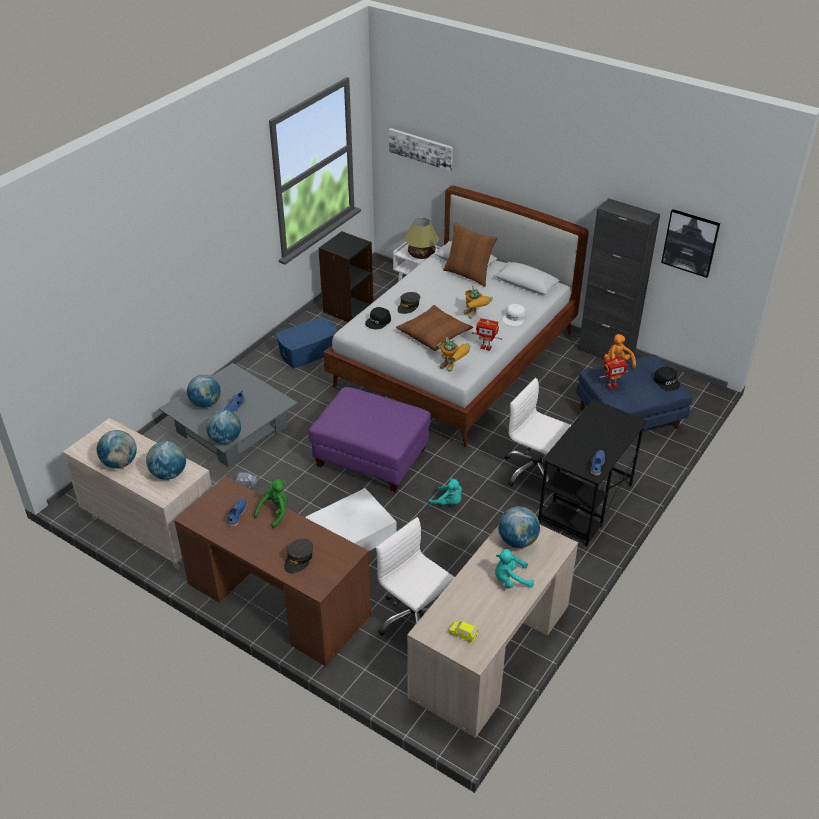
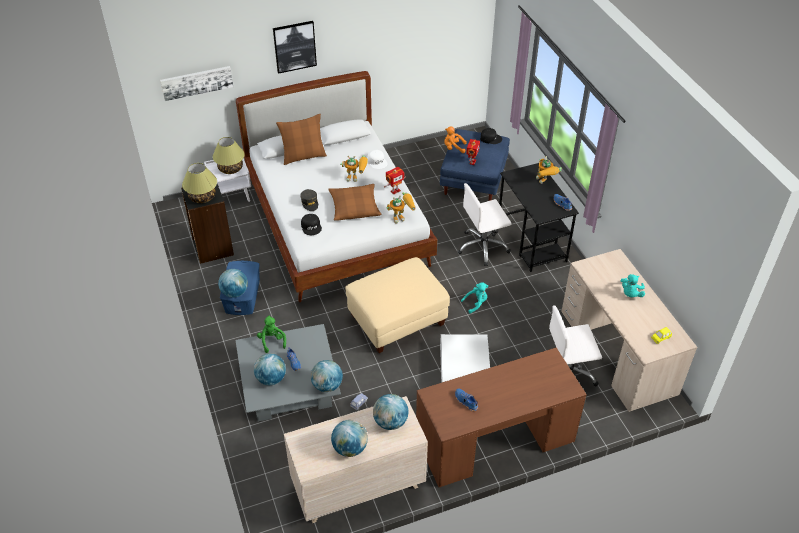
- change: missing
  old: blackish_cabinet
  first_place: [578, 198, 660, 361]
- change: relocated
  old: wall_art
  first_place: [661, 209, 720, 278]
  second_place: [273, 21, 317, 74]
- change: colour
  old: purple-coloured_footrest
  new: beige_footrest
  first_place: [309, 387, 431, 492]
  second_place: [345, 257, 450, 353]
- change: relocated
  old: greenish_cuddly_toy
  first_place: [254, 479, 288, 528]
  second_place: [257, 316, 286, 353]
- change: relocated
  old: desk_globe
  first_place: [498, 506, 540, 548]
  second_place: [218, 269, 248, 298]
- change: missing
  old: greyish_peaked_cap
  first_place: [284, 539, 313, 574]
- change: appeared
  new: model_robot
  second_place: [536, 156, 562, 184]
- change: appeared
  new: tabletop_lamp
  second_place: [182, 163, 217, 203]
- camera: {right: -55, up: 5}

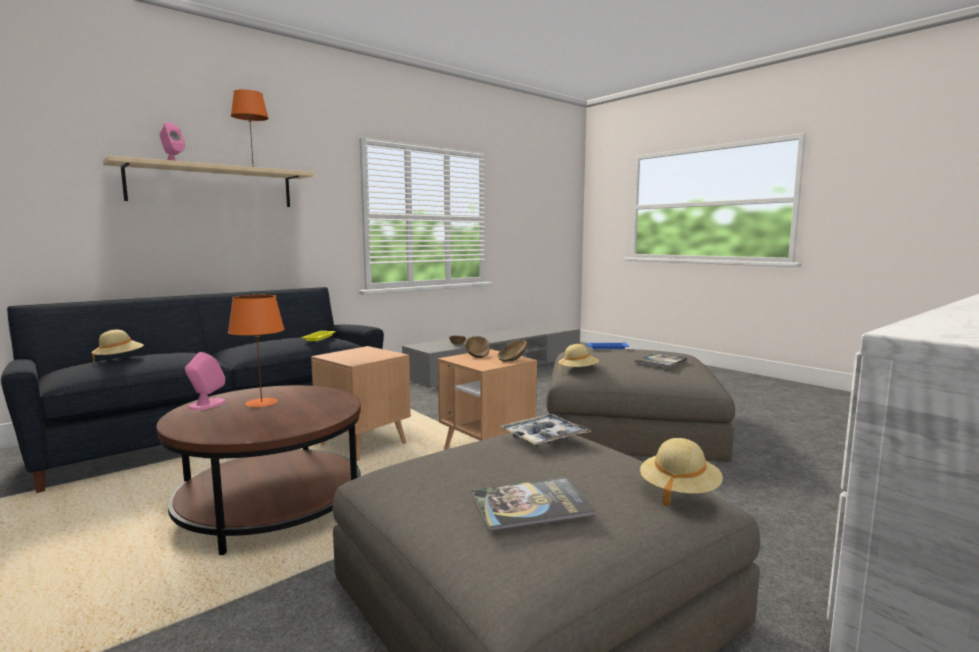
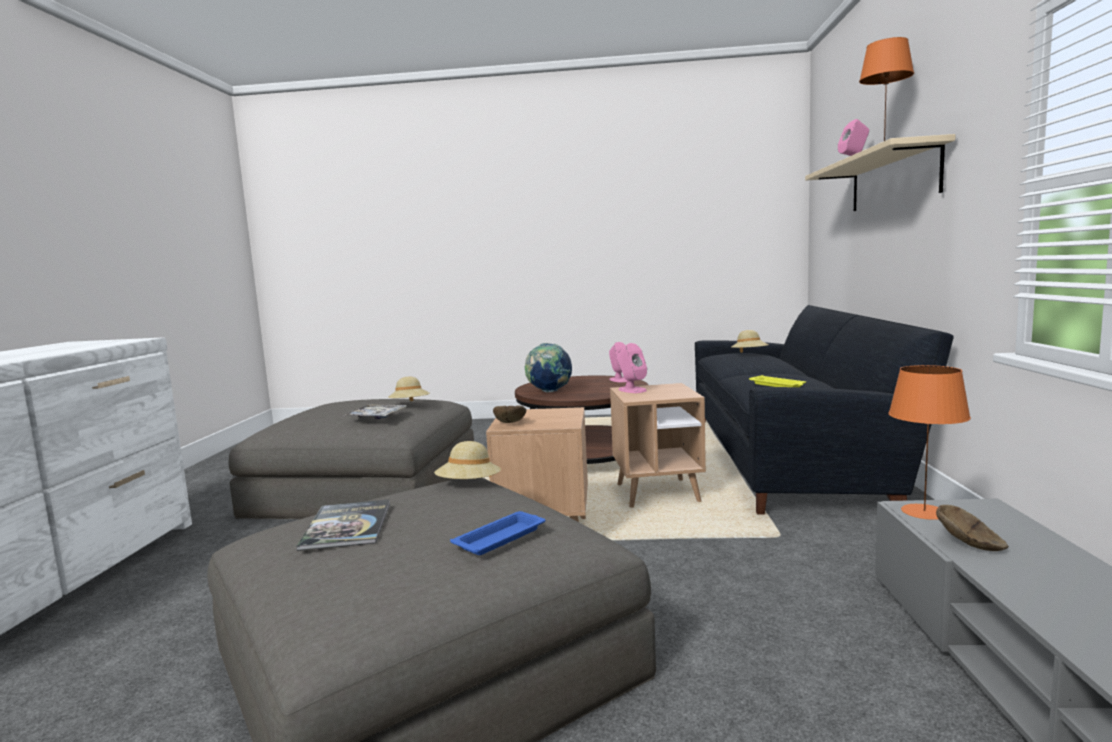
- change: relocated
  old: orangey_tabletop_lamp
  first_place: [228, 295, 285, 407]
  second_place: [888, 365, 971, 520]
- change: missing
  old: brownish_deep_dish
  first_place: [465, 336, 490, 358]
- change: relocated
  old: beige_wearable_hat
  first_place: [640, 438, 723, 507]
  second_place: [388, 377, 430, 401]
- change: missing
  old: volume
  first_place: [472, 477, 596, 532]
- change: appeared
  new: desk_globe
  second_place: [525, 343, 572, 392]
- change: appeared
  new: pinkish_speaker
  second_place: [618, 343, 647, 393]
- camera: {right: 135, up: 0}

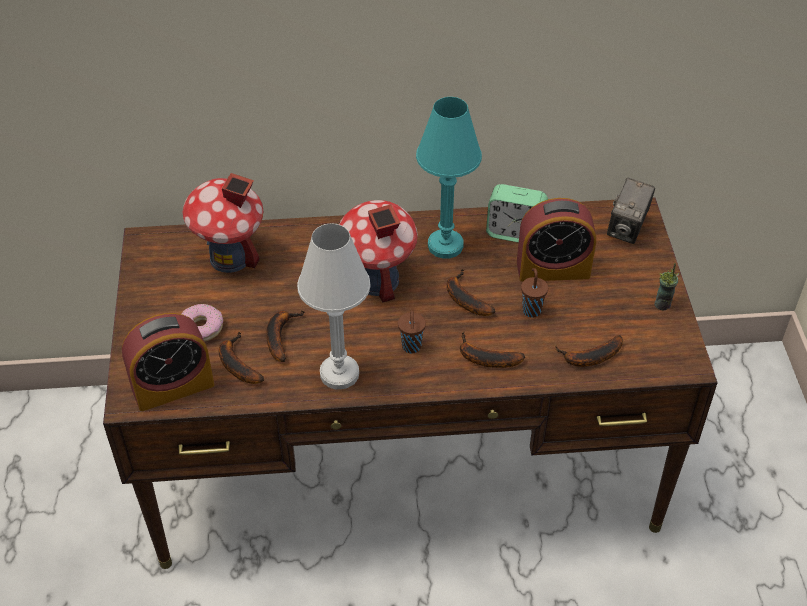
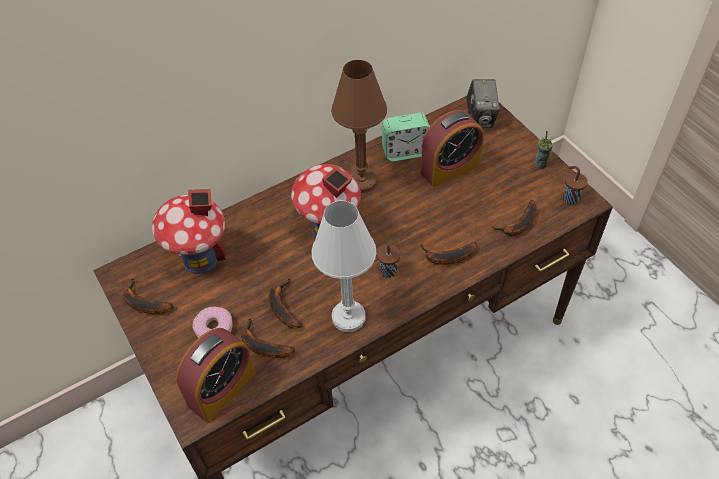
- change: colour
  old: blue-green_tabletop_lamp
  new: brownish_tabletop_lamp
  first_place: [416, 97, 482, 259]
  second_place: [331, 60, 387, 193]
- change: relocated
  old: brownish_small_cup
  first_place: [521, 268, 548, 318]
  second_place: [563, 166, 588, 205]
- change: relocated
  old: banana
  first_place: [447, 269, 495, 316]
  second_place: [123, 278, 174, 314]
- camera: {right: -25, up: 5}

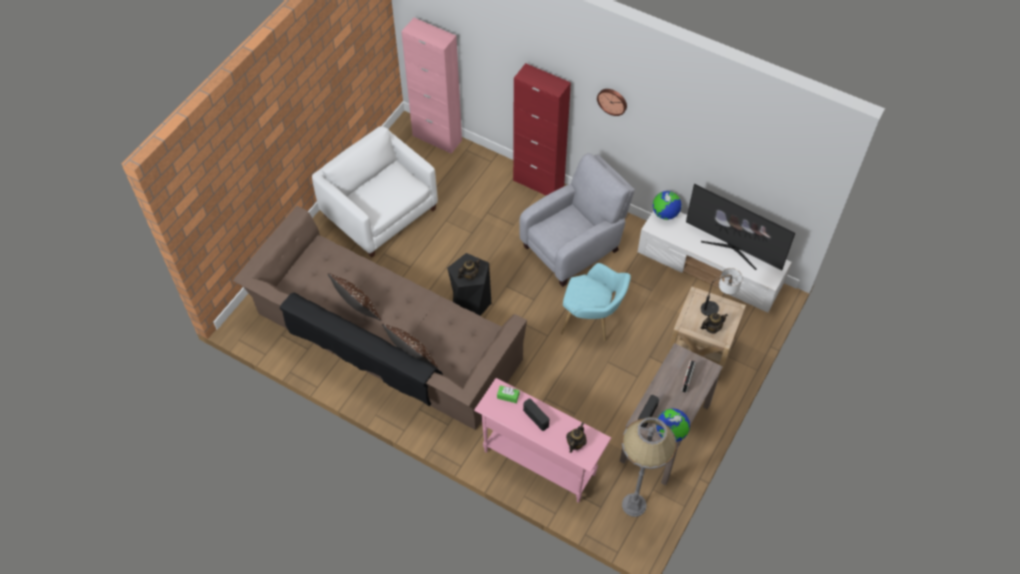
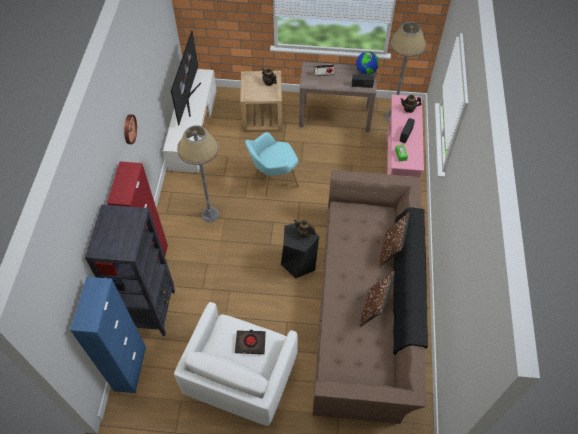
- change: colour
  old: pinkish_cabinet
  new: bluish_cabinet
  first_place: [401, 18, 462, 154]
  second_place: [70, 277, 146, 393]
- change: exchanged
  old: greyish_lounge_chair
  new: greyish_standing_lamp
  first_place: [519, 153, 635, 287]
  second_place: [177, 125, 219, 222]
- change: missing
  old: desk_globe
  first_place: [653, 191, 681, 220]
- change: spun
  old: blue-green_lounge_chair
  first_place: [561, 263, 631, 341]
  second_place: [245, 132, 299, 197]
  degrees: -105
- change: missing
  old: tabletop_lamp
  first_place: [701, 268, 742, 316]
- change: appeared
  new: blackish_bookshelf
  second_place: [85, 204, 175, 336]
- change: appeared
  new: blackish_volume
  second_place: [235, 330, 266, 354]
- camera: {right: -115, up: 0}

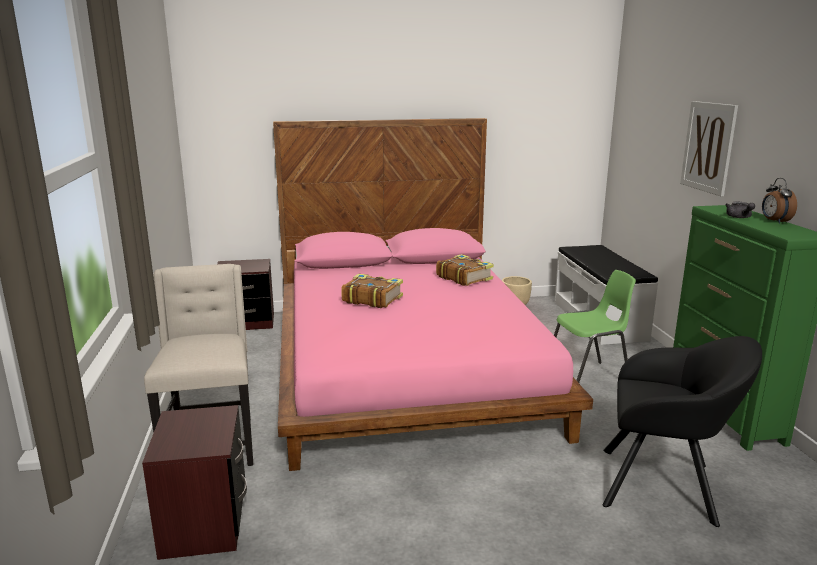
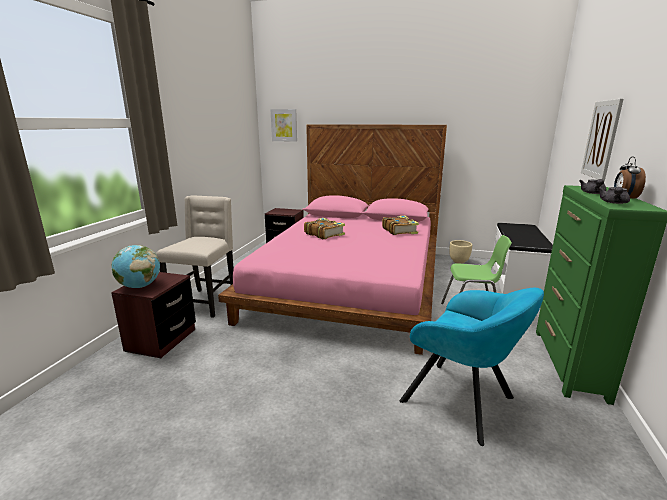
- change: colour
  old: blackish_lounge_chair
  new: blue-green_lounge_chair
  first_place: [603, 336, 762, 527]
  second_place: [400, 288, 544, 446]
- change: appeared
  new: wall_art
  second_place: [270, 109, 297, 142]
- change: appeared
  new: greyish_teapot
  second_place: [597, 187, 630, 204]
- change: appeared
  new: desk_globe
  second_place: [112, 245, 160, 288]
- camera: {right: 25, up: 0}

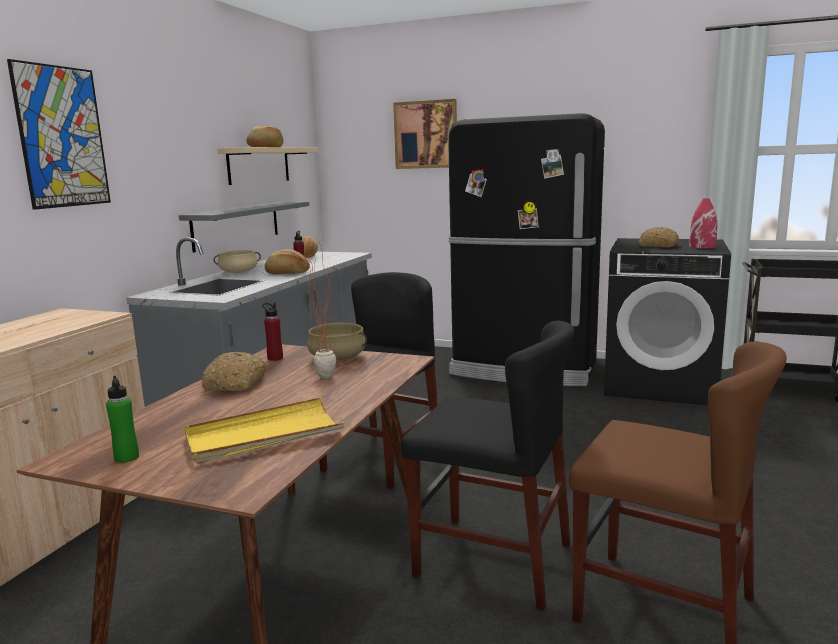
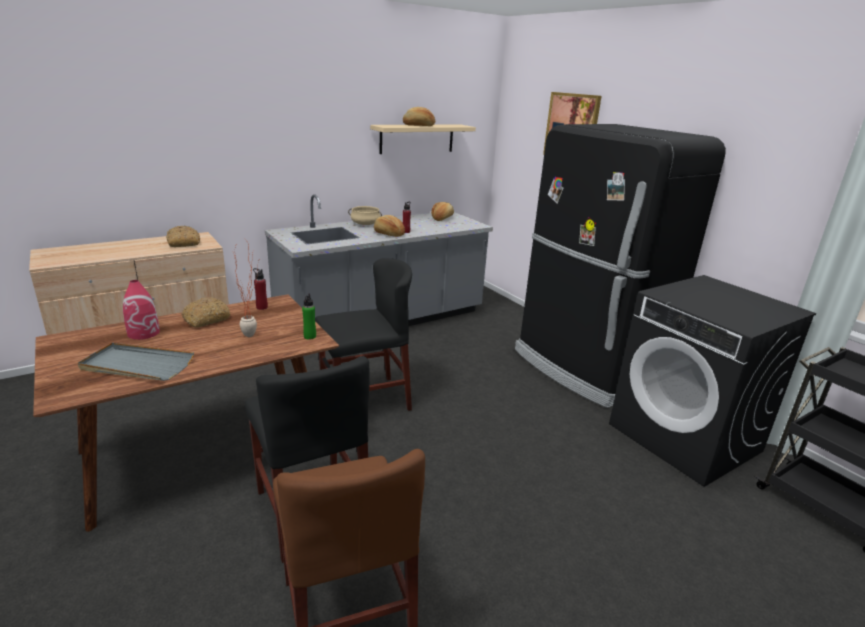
- change: missing
  old: wall_art
  first_place: [7, 59, 111, 210]
- change: relocated
  old: red-coloured_flower_vase
  first_place: [689, 198, 717, 248]
  second_place: [123, 280, 160, 340]
- change: missing
  old: greyish_shelf
  first_place: [179, 202, 309, 252]
- change: relocated
  old: bread
  first_place: [638, 227, 679, 248]
  second_place: [166, 226, 200, 247]
- change: missing
  old: beige_saucepot
  first_place: [307, 323, 367, 361]
- change: relocated
  old: greenish_drink_bottle
  first_place: [106, 376, 139, 463]
  second_place: [302, 294, 316, 340]
- change: colour
  old: yellow_serving_tray
  new: greyish_serving_tray
  first_place: [184, 397, 344, 464]
  second_place: [78, 343, 194, 381]
- camera: {right: 35, up: 10}

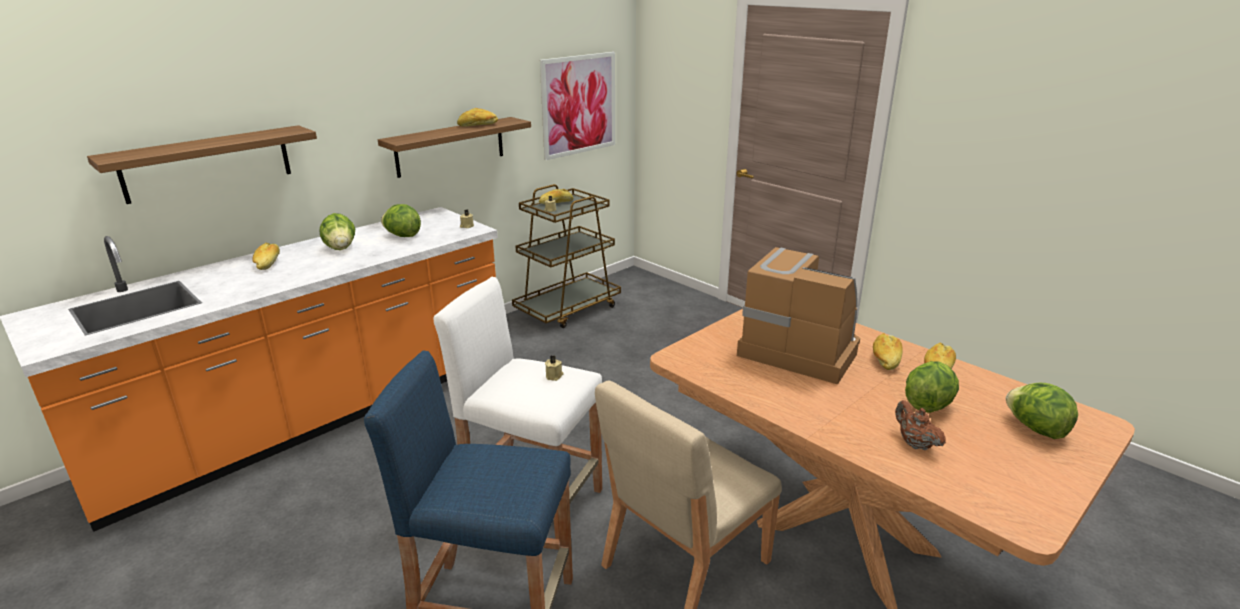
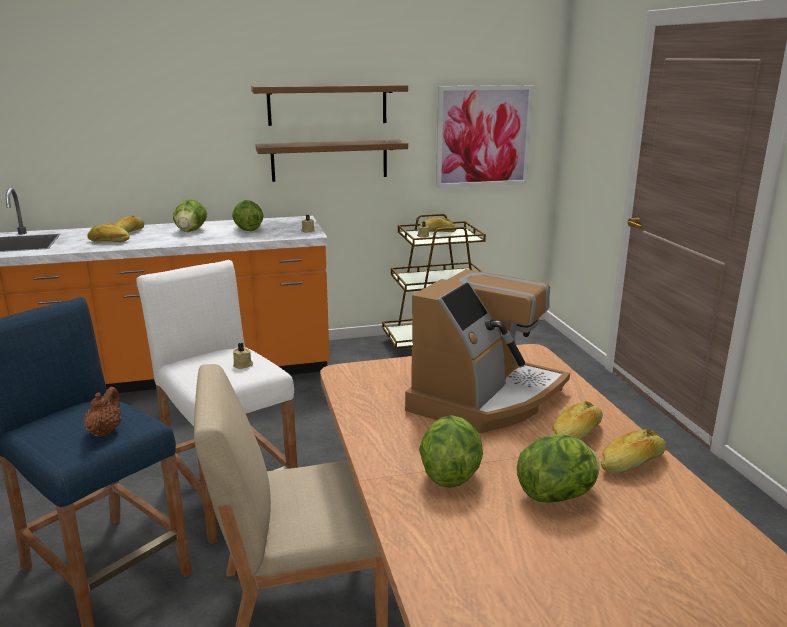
- change: relocated
  old: bread
  first_place: [457, 108, 498, 127]
  second_place: [88, 223, 130, 242]
- change: relocated
  old: shelf
  first_place: [87, 125, 317, 204]
  second_place: [251, 84, 408, 126]
- change: spun
  old: coffee_maker
  first_place: [737, 247, 860, 384]
  second_place: [405, 269, 570, 433]
  degrees: 60
- change: relocated
  old: lettuce
  first_place: [1006, 383, 1078, 439]
  second_place: [419, 415, 483, 488]
- change: relocated
  old: brownish_teapot
  first_place: [895, 400, 946, 450]
  second_place: [84, 387, 121, 437]
- camera: {right: 30, up: -5}

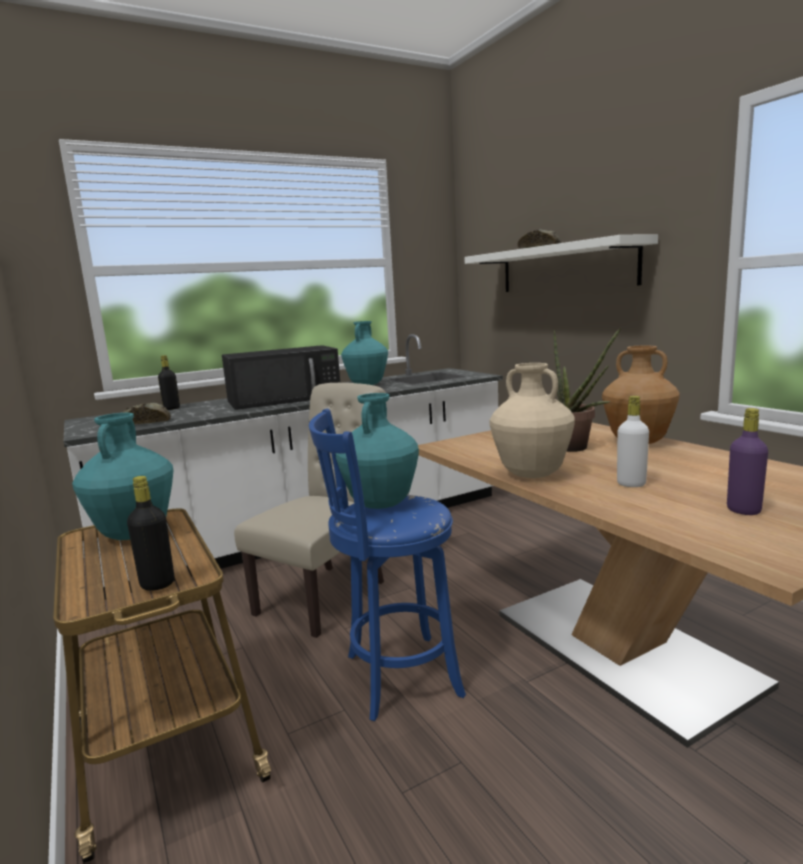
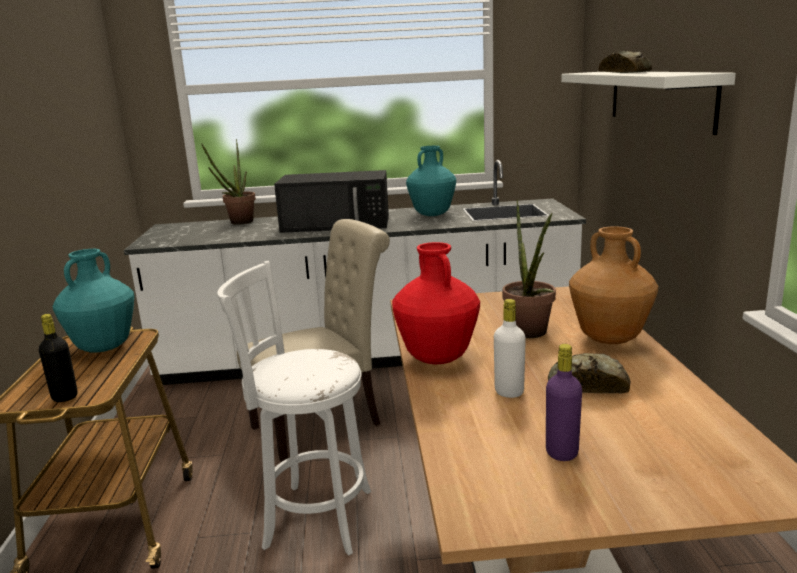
- change: exchanged
  old: blackish_drink_bottle
  new: potted_plant
  first_place: [158, 355, 180, 410]
  second_place: [201, 139, 256, 225]
- change: colour
  old: beige_flower_vase
  new: red-coloured_flower_vase
  first_place: [490, 363, 575, 478]
  second_place: [392, 242, 480, 364]
- change: missing
  old: blue-green_flower_vase
  first_place: [336, 393, 419, 509]
- change: relocated
  old: bread
  first_place: [122, 403, 171, 424]
  second_place: [548, 353, 631, 393]
- change: colour
  old: bluish_sitting_stool
  new: white-coloured_sitting_stool
  first_place: [309, 409, 466, 721]
  second_place: [217, 261, 372, 556]
- camera: {right: 25, up: 5}

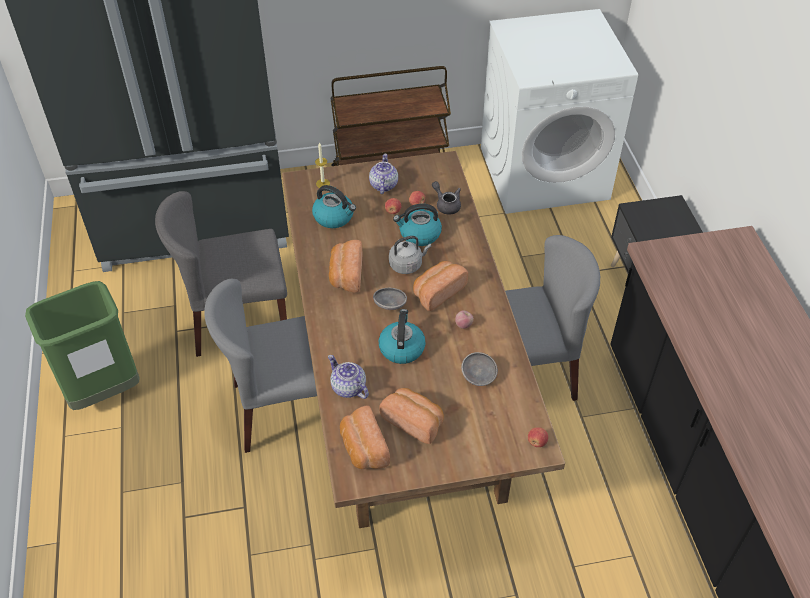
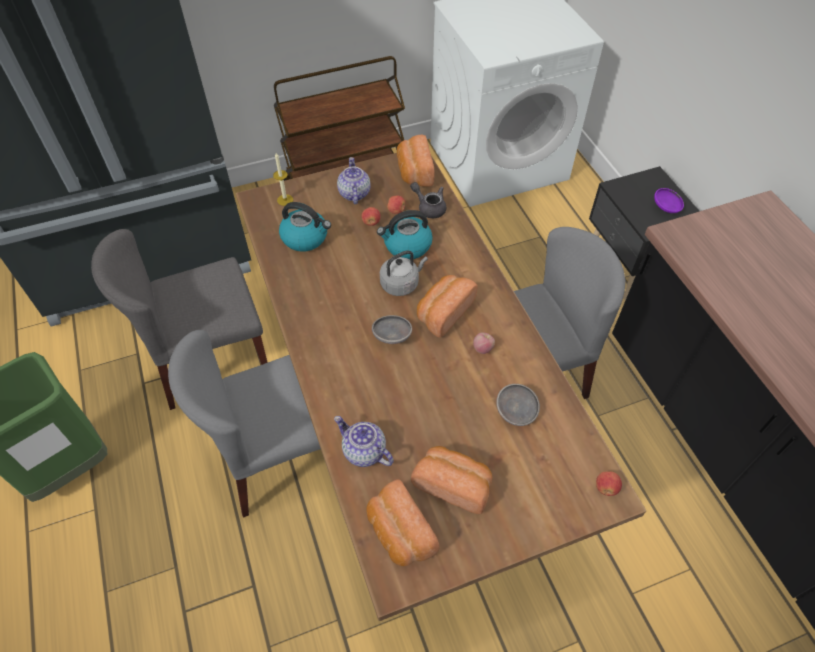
- change: relocated
  old: bread
  first_place: [329, 240, 362, 293]
  second_place: [397, 135, 435, 187]
- change: missing
  old: kettle
  first_place: [379, 309, 426, 364]
- change: appeared
  new: purple-coloured_deep_dish
  second_place: [654, 188, 684, 213]
- camera: {right: -10, up: 5}

